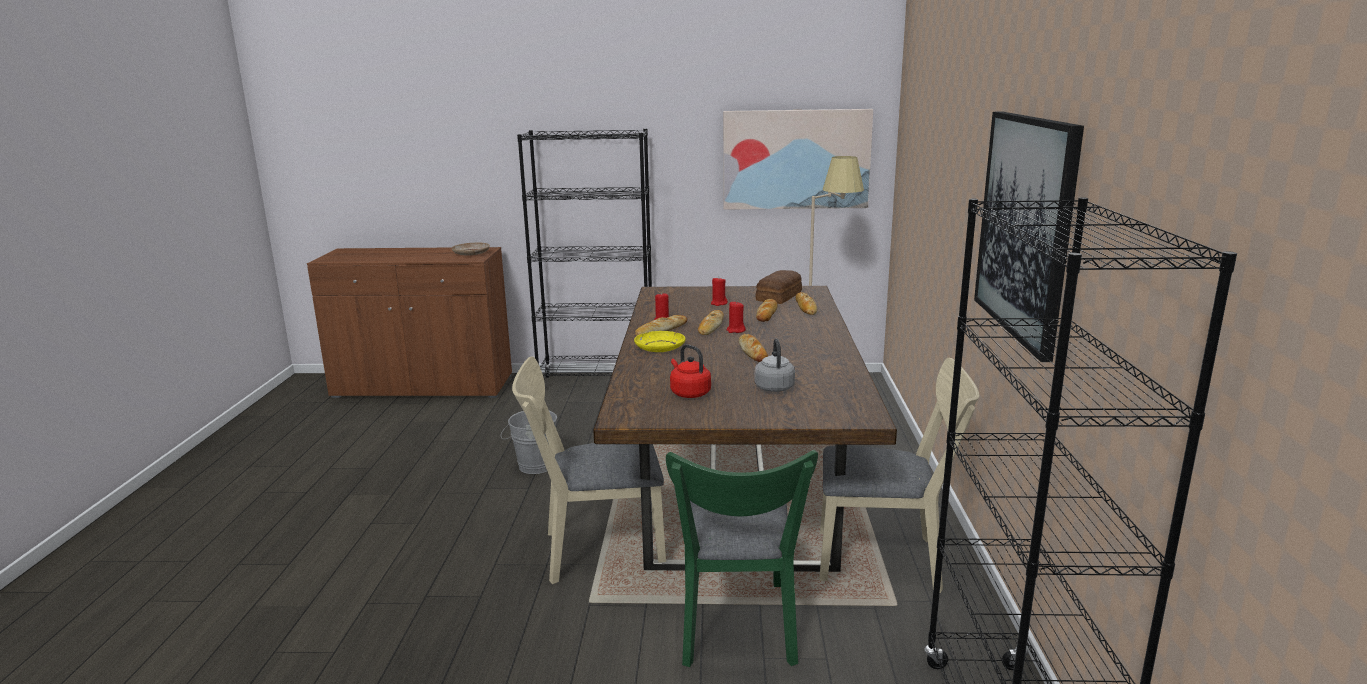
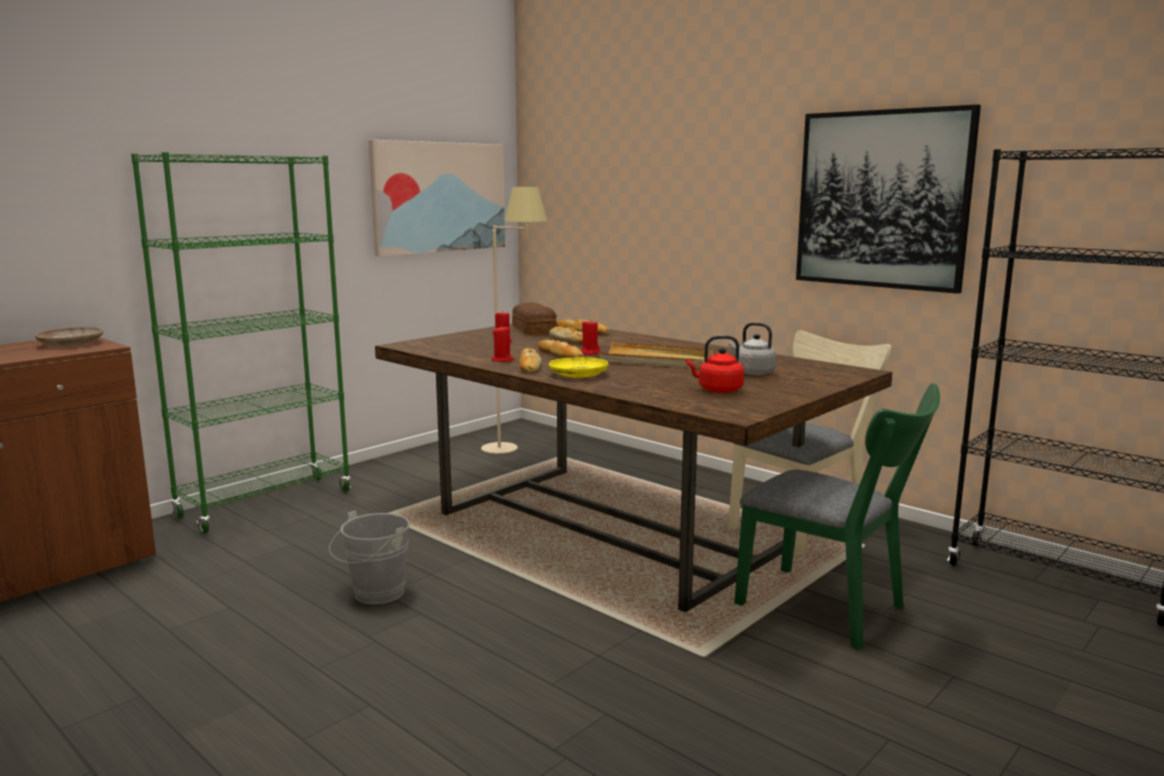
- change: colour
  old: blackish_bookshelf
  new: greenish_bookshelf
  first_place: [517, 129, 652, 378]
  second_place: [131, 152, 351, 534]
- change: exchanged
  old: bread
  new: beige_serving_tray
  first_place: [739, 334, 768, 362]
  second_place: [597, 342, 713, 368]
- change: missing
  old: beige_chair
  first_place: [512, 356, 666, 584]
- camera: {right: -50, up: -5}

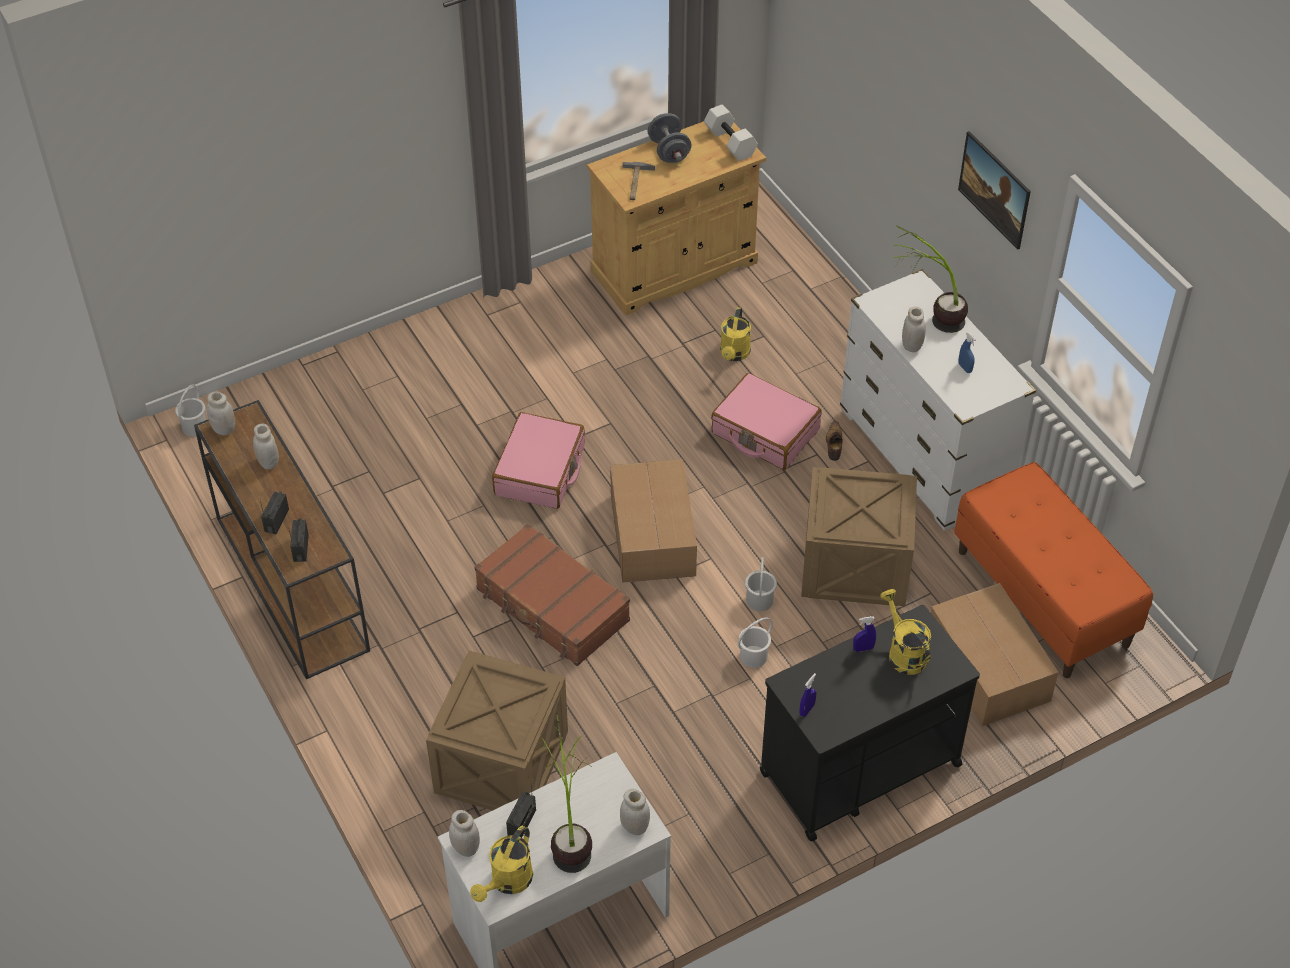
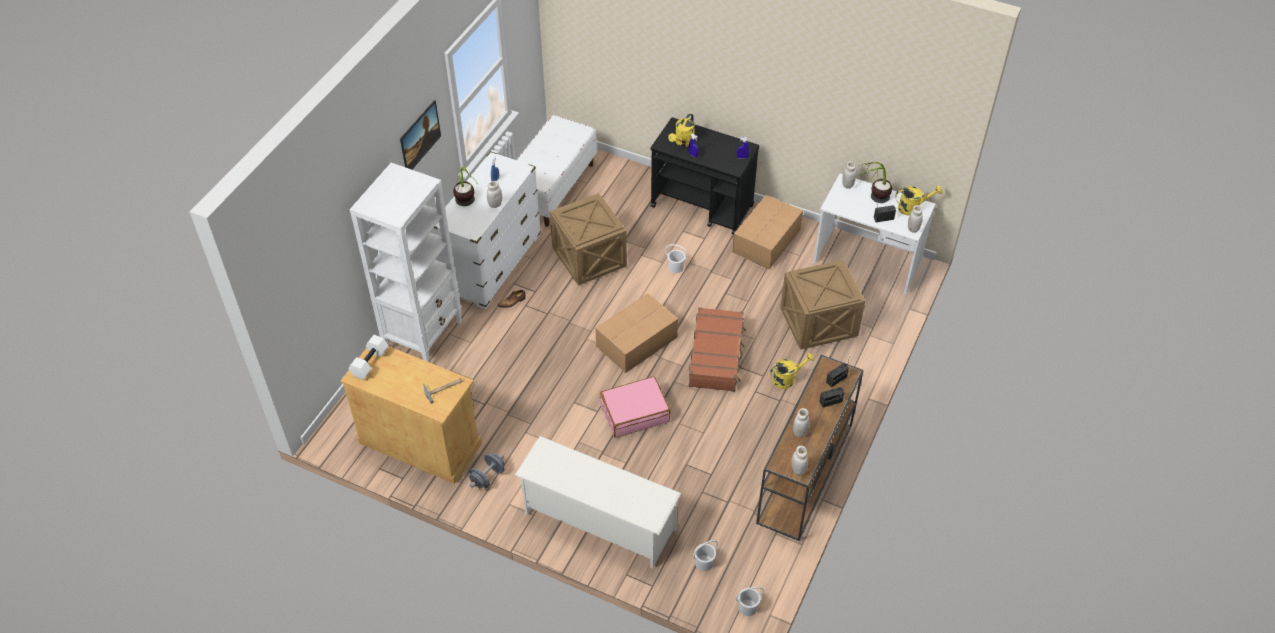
- change: relocated
  old: greyish_hand_weight
  first_place: [648, 113, 691, 163]
  second_place: [469, 453, 505, 489]
- change: relocated
  old: yellow_watering_can
  first_place: [720, 307, 751, 361]
  second_place: [770, 353, 814, 389]
- change: missing
  old: pinkish_suitcase
  first_place: [711, 373, 822, 470]
- change: colour
  old: orangey_indoor_bench
  new: white-coloured_indoor_bench
  first_place: [954, 462, 1153, 678]
  second_place: [517, 115, 597, 227]
- change: relocated
  old: white-coloured_bucket
  first_place: [745, 557, 777, 611]
  second_place: [693, 540, 718, 571]
- change: relocated
  old: packing_box
  first_place: [930, 583, 1059, 726]
  second_place: [733, 195, 803, 269]
- change: appeared
  new: white-coloured_bookshelf
  second_place: [349, 163, 462, 362]
- change: appeared
  new: white-coloured_shoe_stand
  second_place: [515, 436, 681, 568]
- camera: {right: -125, up: 0}

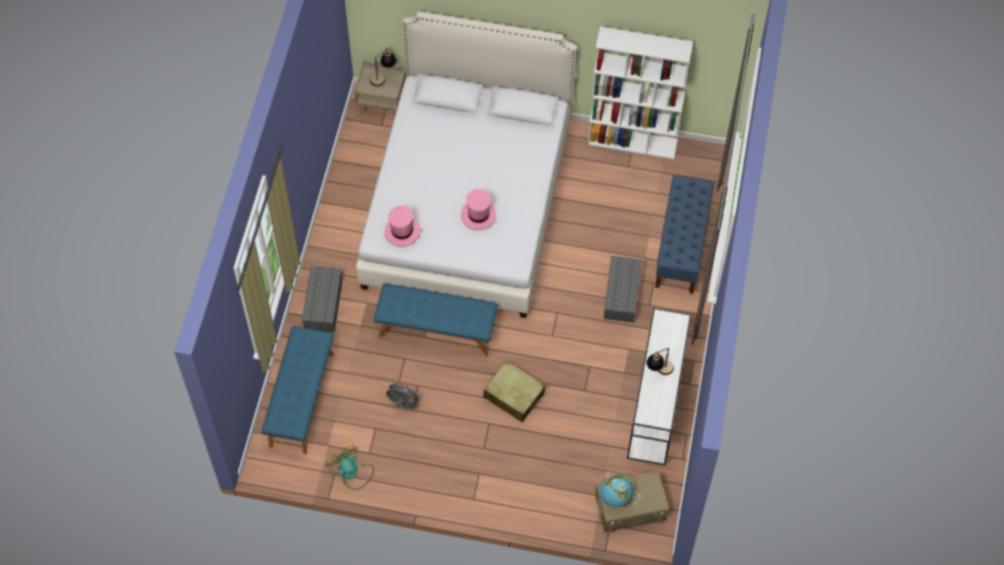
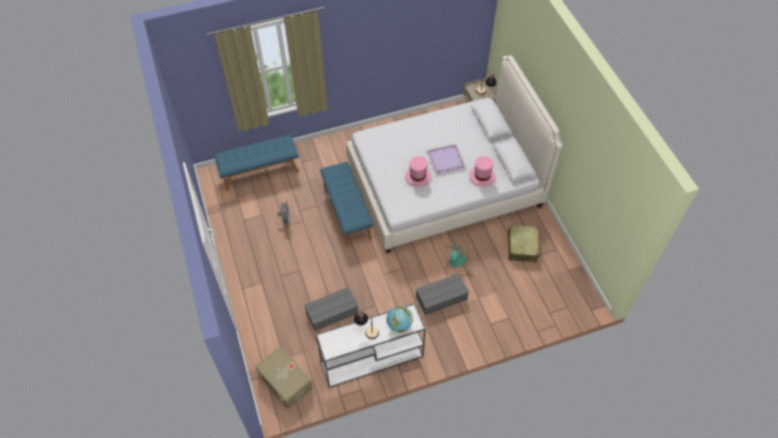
- change: missing
  old: white-coloured_bookshelf
  first_place: [588, 27, 693, 159]
- change: missing
  old: bluish_indoor_bench
  first_place: [655, 175, 714, 294]
- change: relocated
  old: pinkish_wearable_hat
  first_place: [384, 206, 421, 247]
  second_place: [470, 156, 496, 186]
- change: relocated
  old: greyish_storage_box
  first_place: [302, 266, 343, 332]
  second_place: [305, 287, 358, 331]
- change: relocated
  old: beige_suitcase
  first_place: [483, 360, 546, 423]
  second_place: [508, 225, 539, 262]
- change: relocated
  old: electric_fan
  first_place: [326, 445, 374, 490]
  second_place: [445, 241, 470, 276]
- change: relocated
  old: desk_globe
  first_place: [600, 474, 633, 507]
  second_place: [387, 306, 413, 333]
- change: appeared
  new: purple-coloured_serving_tray
  second_place: [427, 144, 466, 174]
- camera: {right: 60, up: -5}

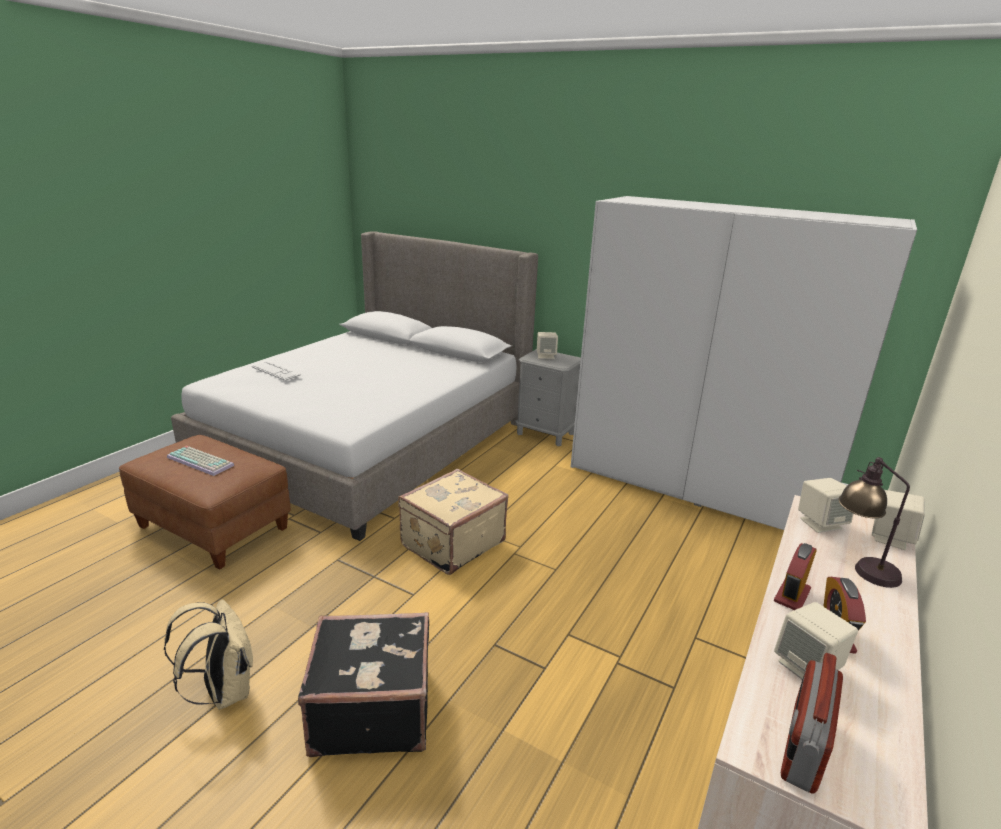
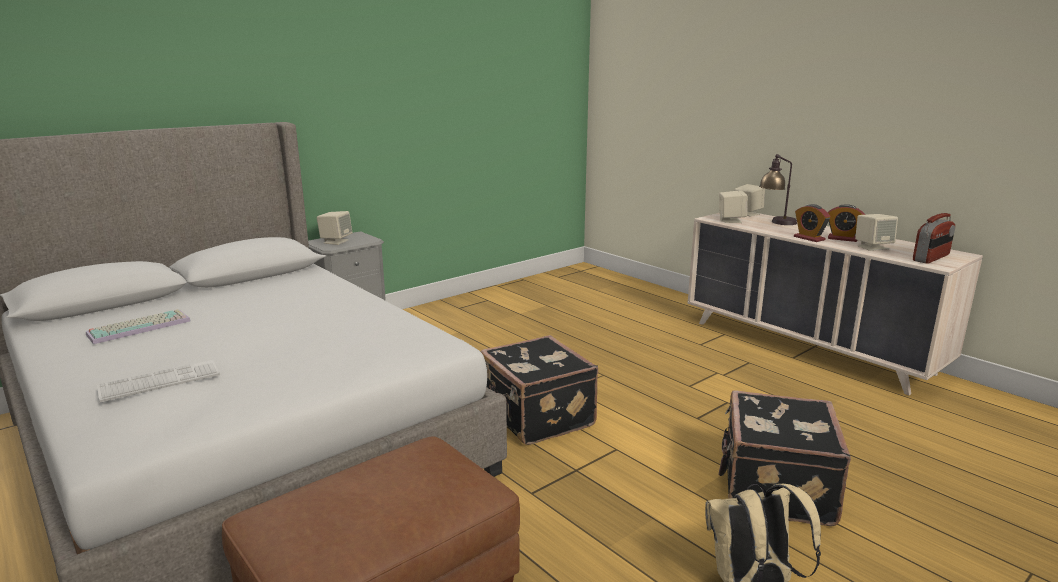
- change: missing
  old: white-coloured_armoire
  first_place: [571, 196, 917, 530]
- change: relocated
  old: PC_keyboard
  first_place: [167, 446, 234, 476]
  second_place: [86, 309, 191, 344]
- change: colour
  old: beige_suitcase
  new: blackish_suitcase
  first_place: [398, 469, 509, 575]
  second_place: [481, 335, 598, 445]
- change: spun
  old: radio_receiver
  first_place: [781, 653, 843, 794]
  second_place: [913, 213, 955, 264]
  degrees: -90
- camera: {right: -70, up: -5}

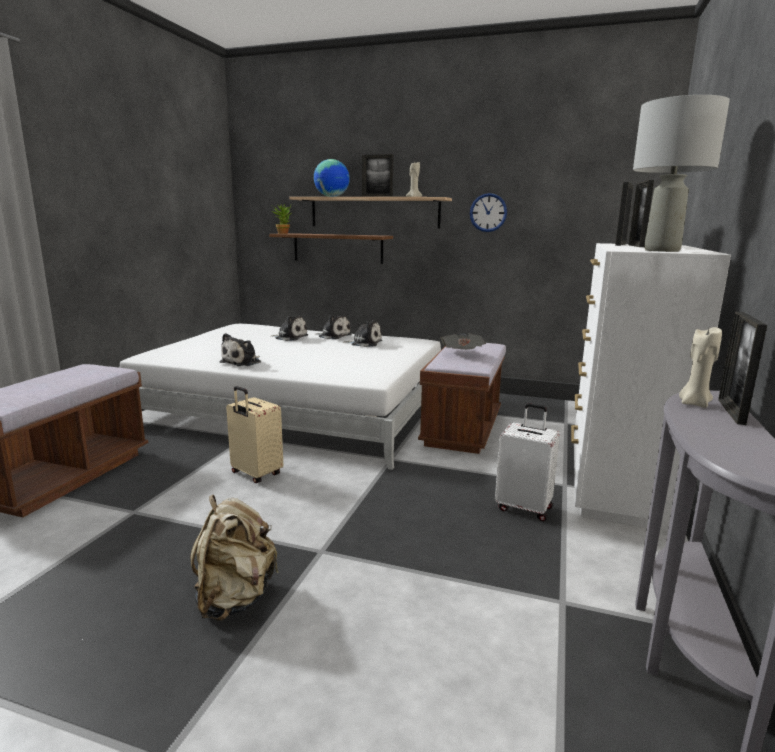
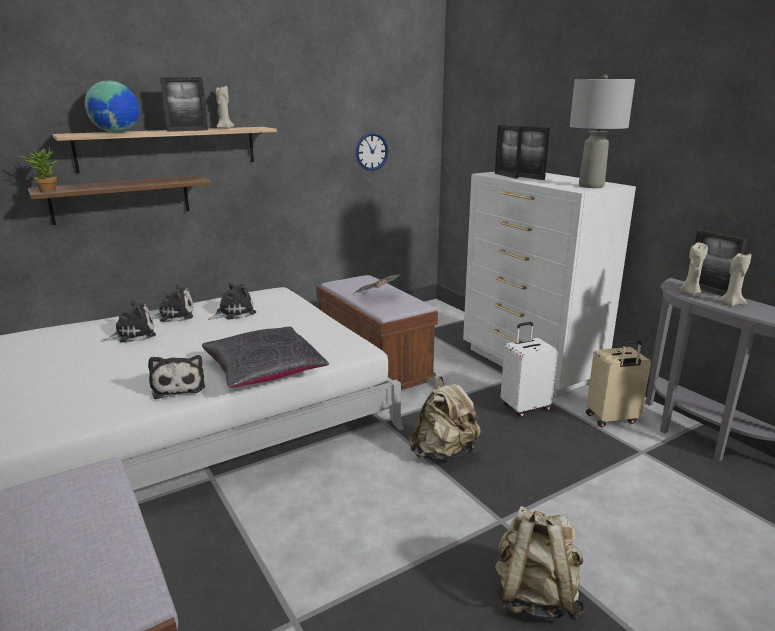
- change: relocated
  old: wall_clock
  first_place: [470, 193, 507, 232]
  second_place: [356, 133, 388, 171]
- change: relocated
  old: beige_suitcase
  first_place: [226, 386, 284, 483]
  second_place: [586, 340, 651, 428]
- change: appeared
  new: beige_candle
  second_place: [718, 253, 751, 306]
- change: appeared
  new: blackish_throw_pillow
  second_place: [202, 327, 329, 388]
- change: appeared
  new: beige_backpack
  second_place: [409, 376, 481, 462]
- camera: {right: -50, up: 5}

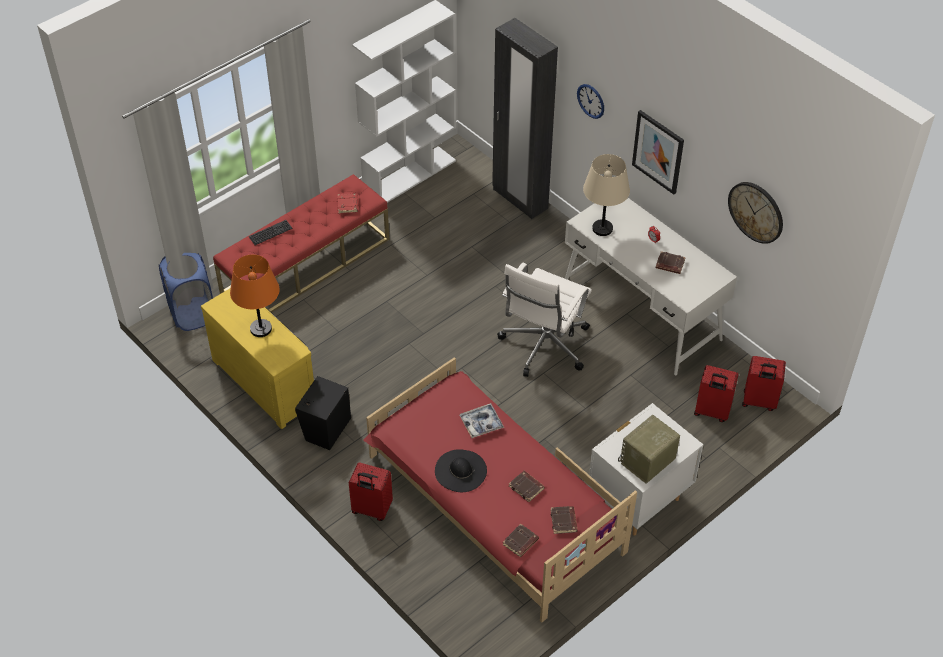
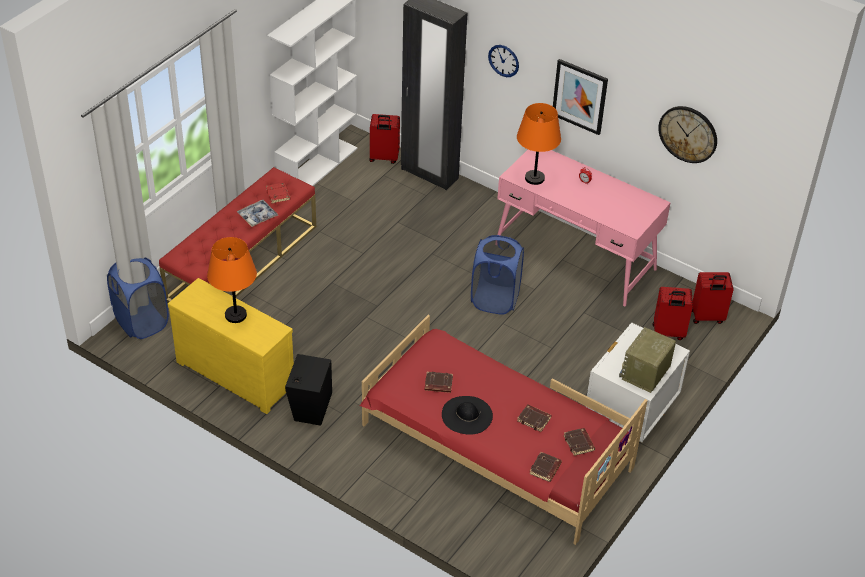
- change: colour
  old: beige_tabletop_lamp
  new: orangey_tabletop_lamp
  first_place: [583, 154, 630, 236]
  second_place: [517, 103, 561, 185]
- change: colour
  old: white-coloured_desk_unit
  new: pinkish_desk_unit
  first_place: [565, 198, 737, 376]
  second_place: [497, 150, 671, 307]
- change: missing
  old: PC_keyboard
  first_place: [249, 220, 292, 245]
- change: relocated
  old: brownish_volume
  first_place: [656, 251, 686, 274]
  second_place: [425, 372, 453, 393]
- change: exchanged
  old: white-coloured_computer_chair
  new: bluish_hamper
  first_place: [497, 263, 592, 377]
  second_place: [471, 235, 524, 315]
- change: relocated
  old: serving_tray
  first_place: [460, 403, 504, 438]
  second_place: [237, 200, 278, 227]
- change: relocated
  old: red-coloured_suitcase
  first_place: [349, 462, 393, 521]
  second_place: [369, 114, 400, 164]
- camera: {right: -15, up: -5}

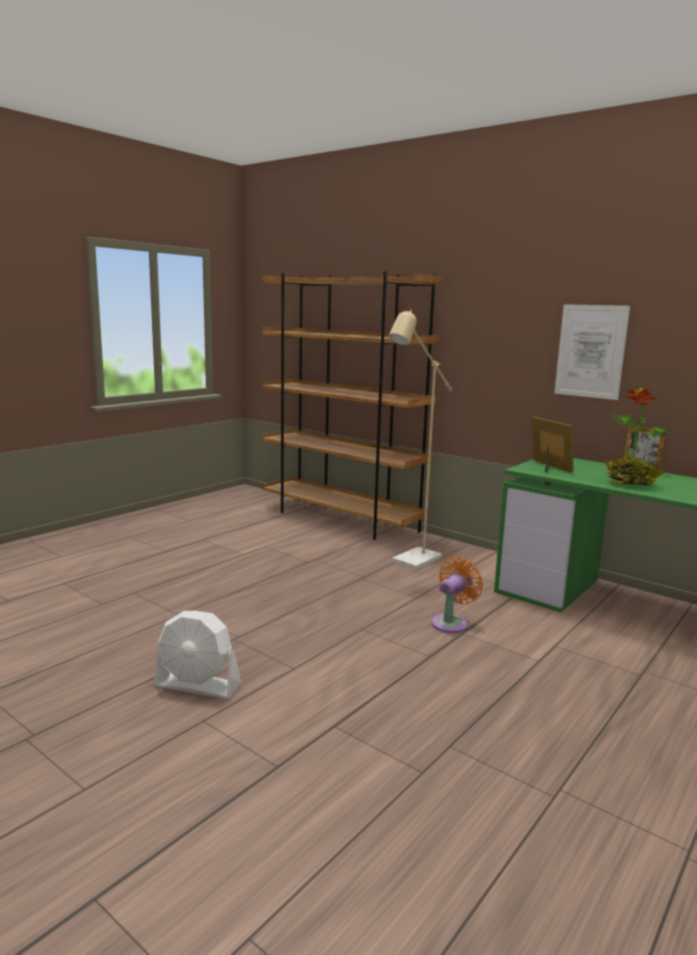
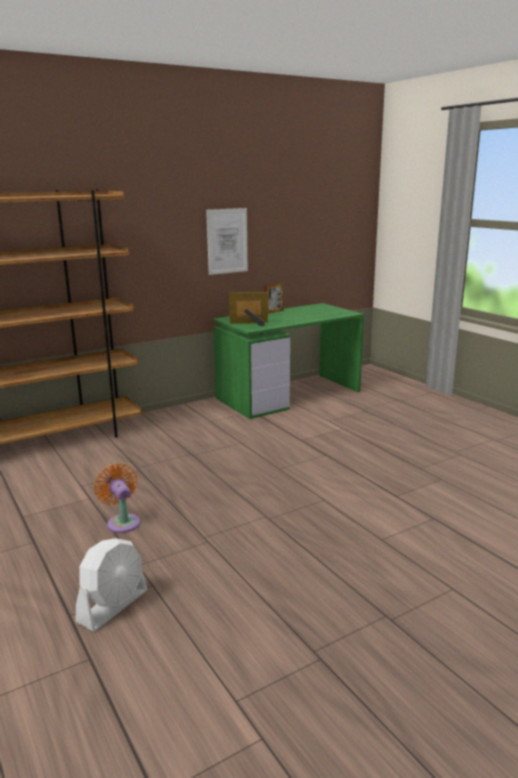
- change: missing
  old: beige_standing_lamp
  first_place: [389, 309, 452, 569]
- change: missing
  old: potted_plant
  first_place: [605, 388, 669, 485]
- change: relocated
  old: orangey_electric_fan
  first_place: [431, 557, 483, 633]
  second_place: [94, 464, 140, 533]
- change: relocated
  old: white-coloured_electric_fan
  first_place: [154, 611, 241, 699]
  second_place: [76, 538, 147, 631]
- camera: {right: -70, up: 5}

